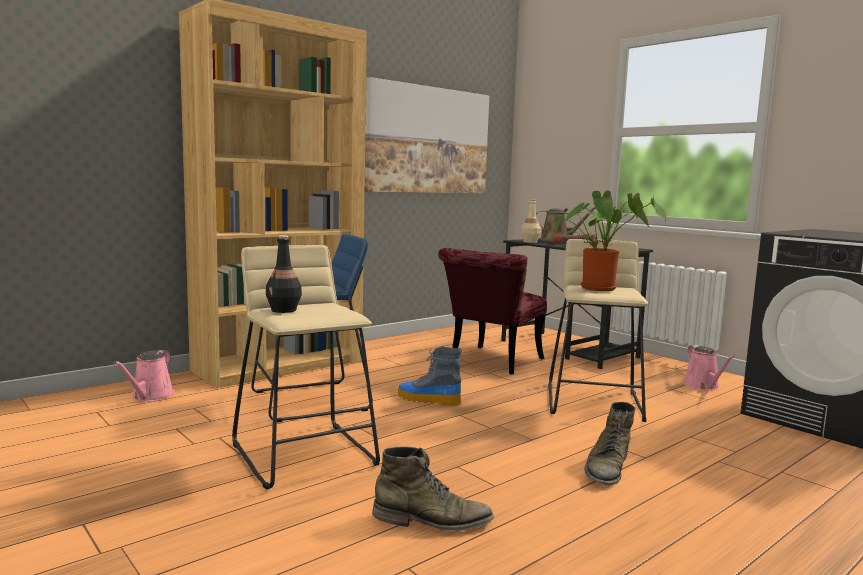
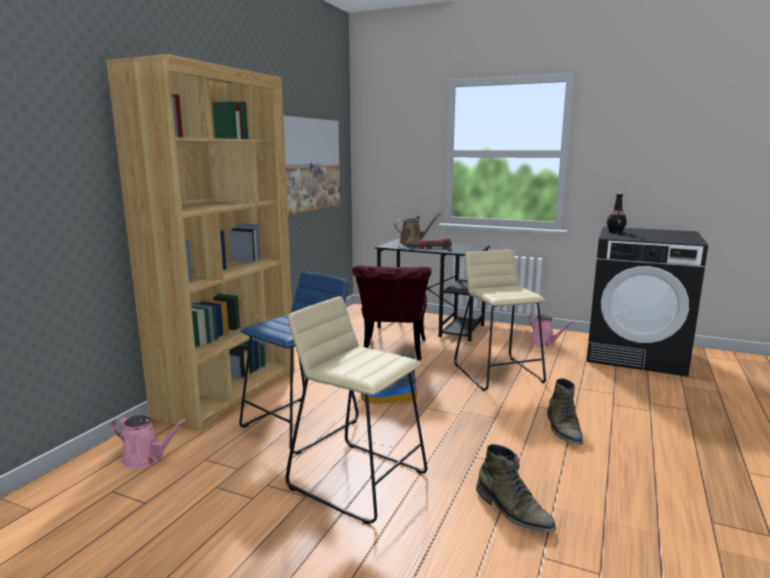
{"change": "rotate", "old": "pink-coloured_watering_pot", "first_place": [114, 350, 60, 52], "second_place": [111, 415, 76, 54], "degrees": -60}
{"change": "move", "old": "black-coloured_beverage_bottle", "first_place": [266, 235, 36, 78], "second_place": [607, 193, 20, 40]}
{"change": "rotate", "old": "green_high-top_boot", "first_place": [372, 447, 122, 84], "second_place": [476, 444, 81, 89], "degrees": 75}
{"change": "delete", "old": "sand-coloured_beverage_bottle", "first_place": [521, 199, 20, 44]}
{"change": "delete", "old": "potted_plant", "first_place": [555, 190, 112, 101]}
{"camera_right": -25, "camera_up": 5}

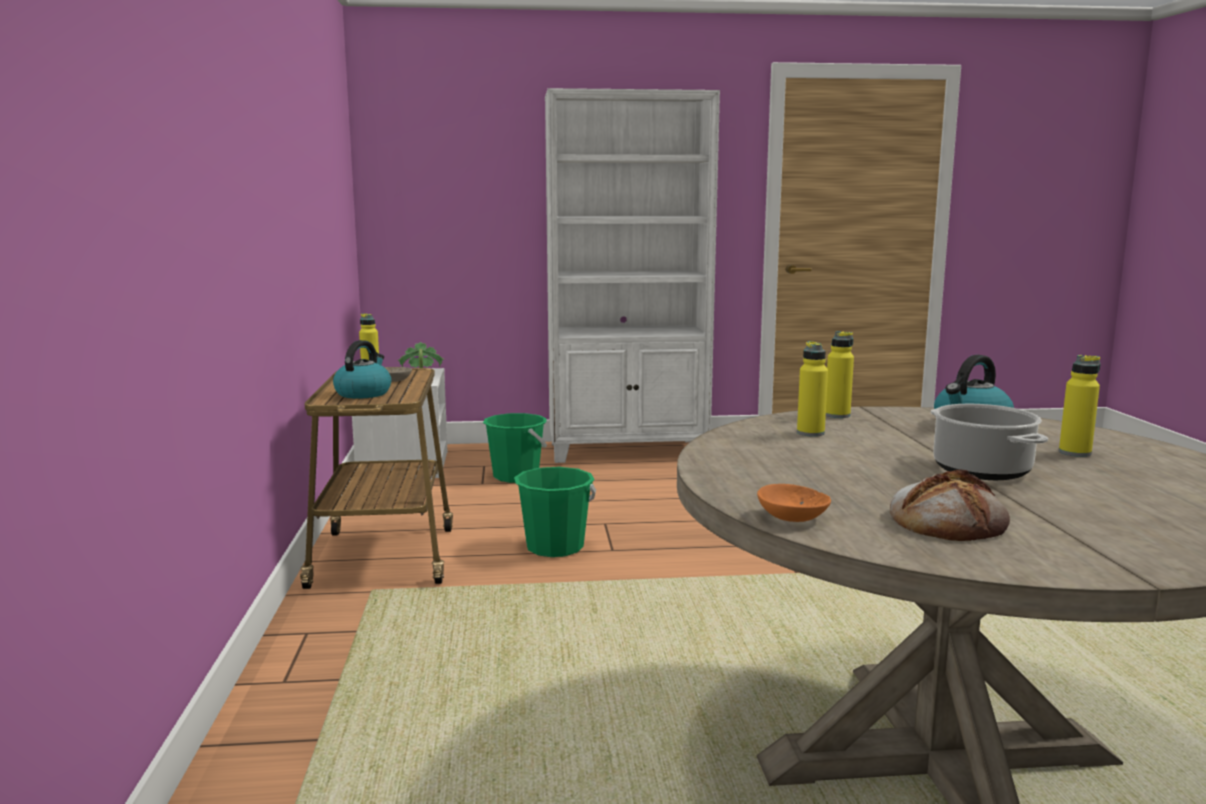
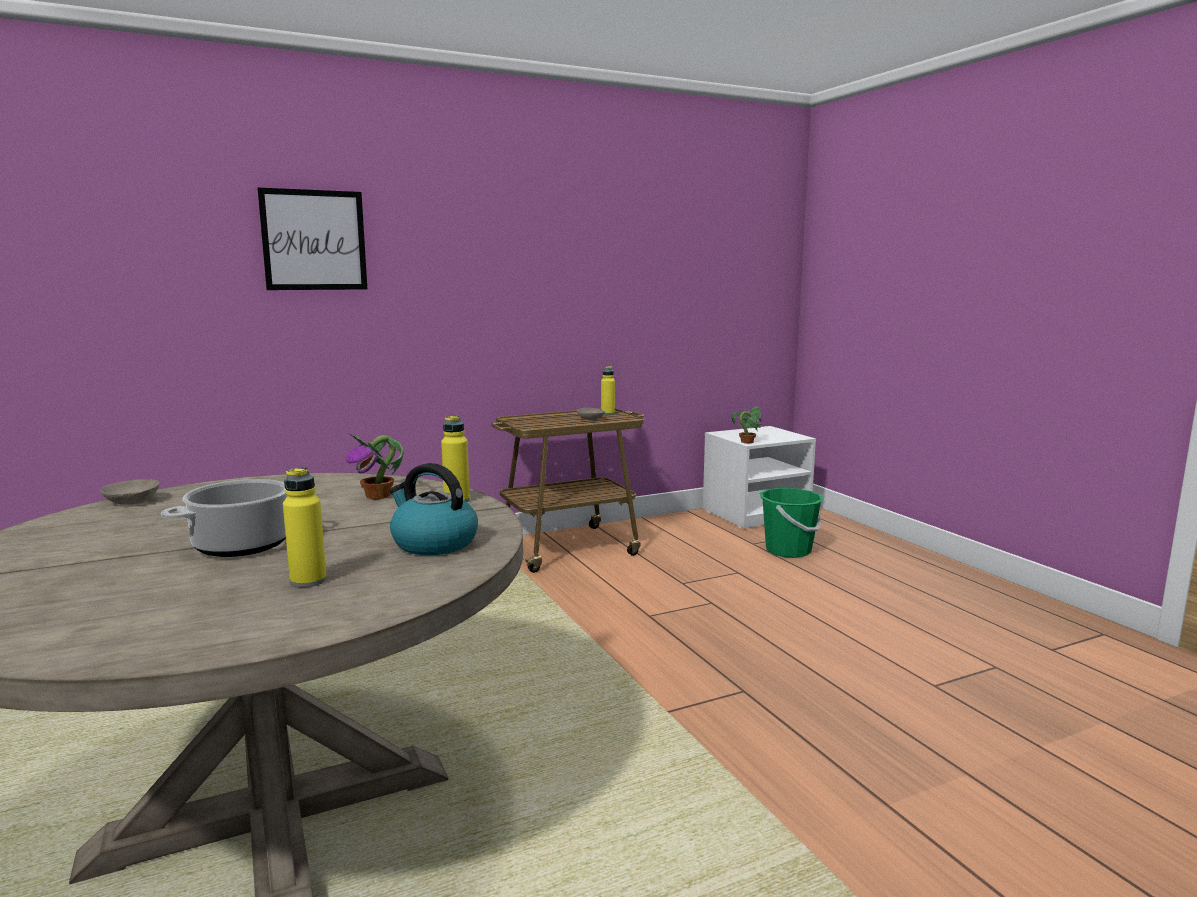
{"change": "delete", "old": "water_kettle", "first_place": [333, 340, 58, 59]}
{"change": "delete", "old": "green_pail", "first_place": [514, 467, 82, 90]}
{"change": "delete", "old": "white_bookcase", "first_place": [545, 88, 175, 375]}
{"change": "recolor", "old": "orangey_serving_bowl", "new": "sand-coloured_serving_bowl", "first_place": [757, 484, 74, 38], "second_place": [101, 479, 59, 25]}
{"change": "replace", "old": "yellowish_beverage_bottle", "new": "potted_plant", "first_place": [797, 341, 31, 96], "second_place": [346, 433, 58, 66]}
{"change": "delete", "old": "baked_bread", "first_place": [890, 469, 120, 72]}
{"change": "insert", "new": "wall_art", "second_place": [257, 188, 110, 102]}
{"camera_right": 70, "camera_up": 0}

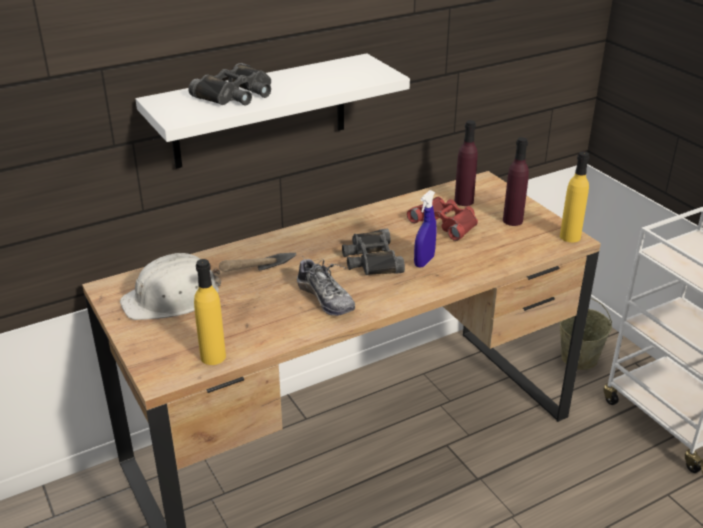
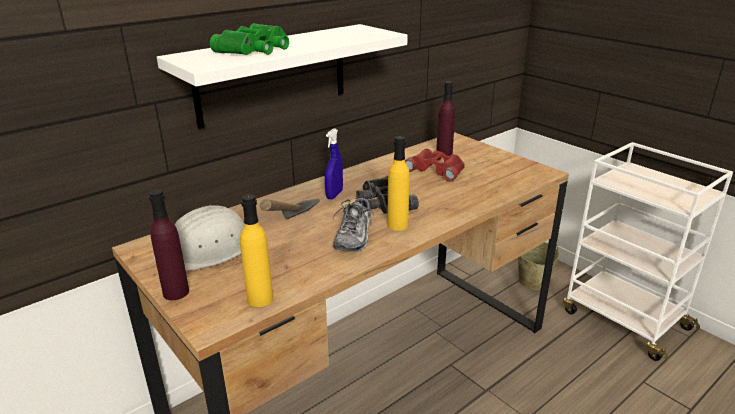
{"change": "recolor", "old": "black-coloured_binoculars", "new": "green_binoculars", "first_place": [188, 63, 83, 43], "second_place": [210, 23, 79, 32]}
{"change": "rotate", "old": "item_of_footwear", "first_place": [297, 257, 58, 59], "second_place": [333, 196, 41, 56], "degrees": 60}
{"change": "move", "old": "blue-coloured_sprayer", "first_place": [414, 190, 23, 78], "second_place": [325, 128, 18, 71]}
{"change": "move", "old": "purple-coloured_beverage_bottle", "first_place": [503, 137, 26, 89], "second_place": [149, 189, 40, 111]}
{"change": "move", "old": "yellowish_beverage_bottle", "first_place": [560, 151, 30, 91], "second_place": [387, 136, 23, 95]}
{"camera_right": -10, "camera_up": -5}

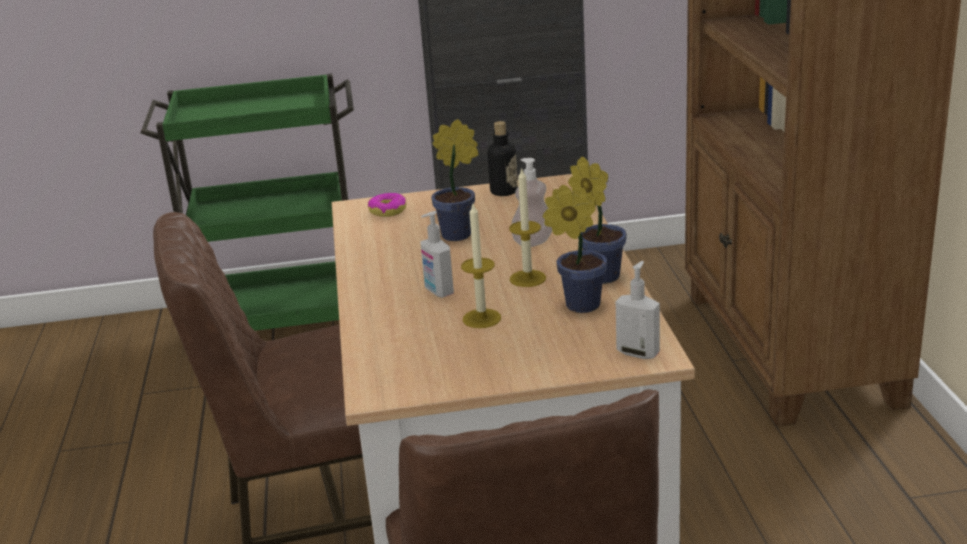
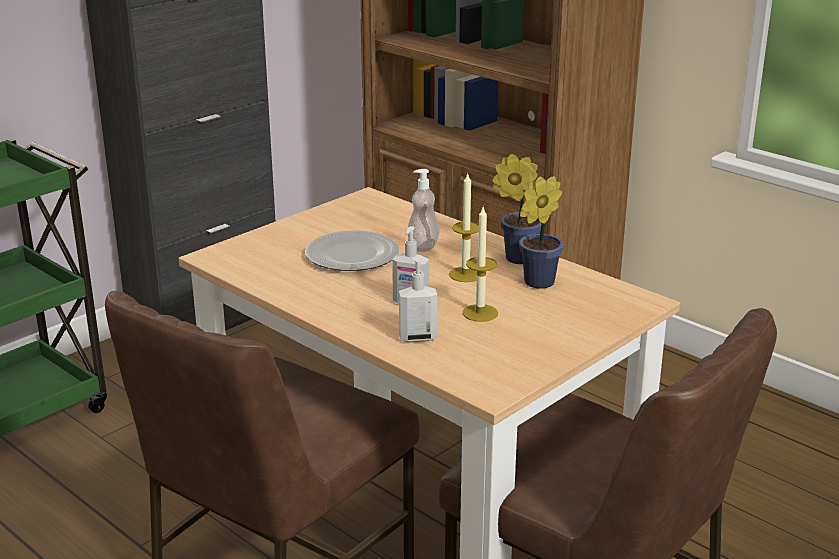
{"change": "delete", "old": "ring_doughnut", "first_place": [368, 193, 38, 24]}
{"change": "replace", "old": "potted_plant", "new": "dinner_plate", "first_place": [431, 119, 47, 122], "second_place": [305, 230, 94, 41]}
{"change": "delete", "old": "beverage_bottle", "first_place": [487, 121, 31, 75]}
{"change": "move", "old": "soap_bottle", "first_place": [616, 261, 44, 98], "second_place": [399, 255, 38, 88]}
{"camera_right": -40, "camera_up": 0}

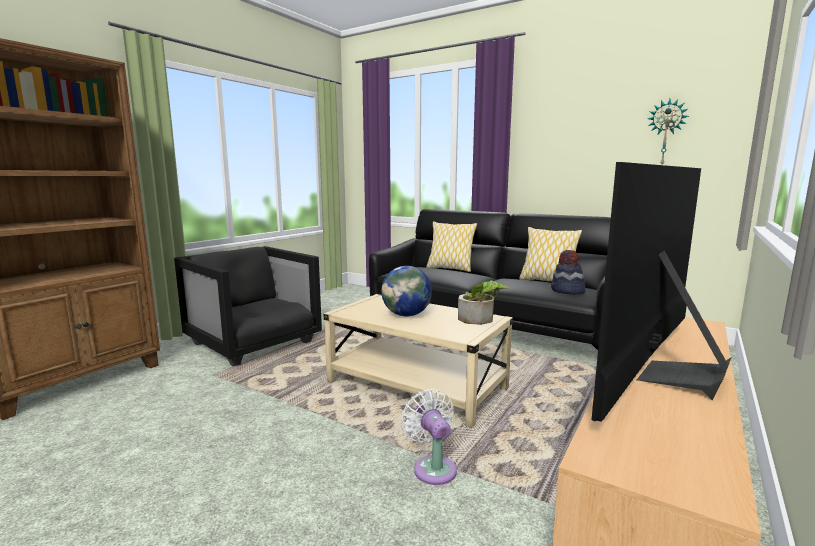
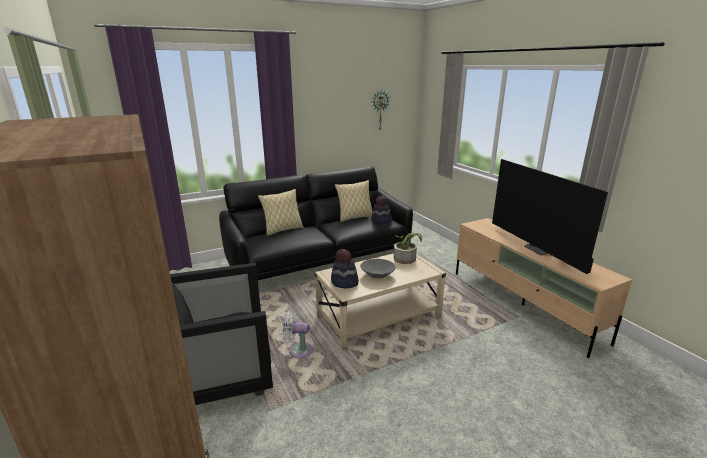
{"change": "replace", "old": "world_globe", "new": "greyish_serving_bowl", "first_place": [381, 266, 51, 50], "second_place": [360, 259, 36, 20]}
{"change": "move", "old": "white_fan", "first_place": [401, 389, 56, 96], "second_place": [281, 311, 32, 47]}
{"change": "insert", "new": "wearable_hat", "second_place": [331, 249, 28, 39]}
{"camera_right": -60, "camera_up": 10}

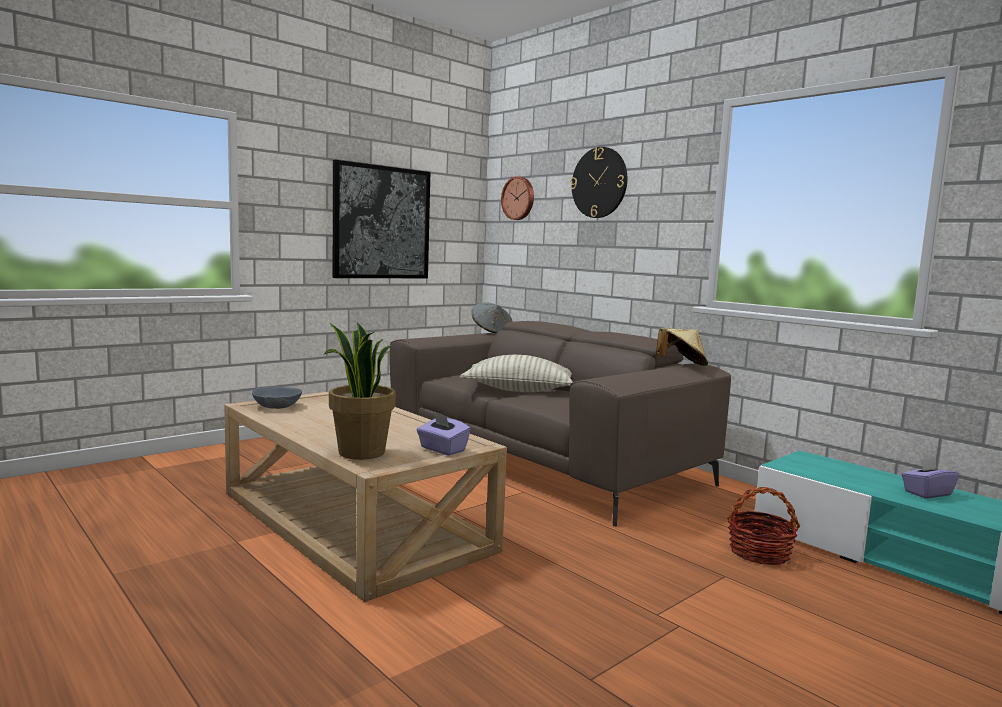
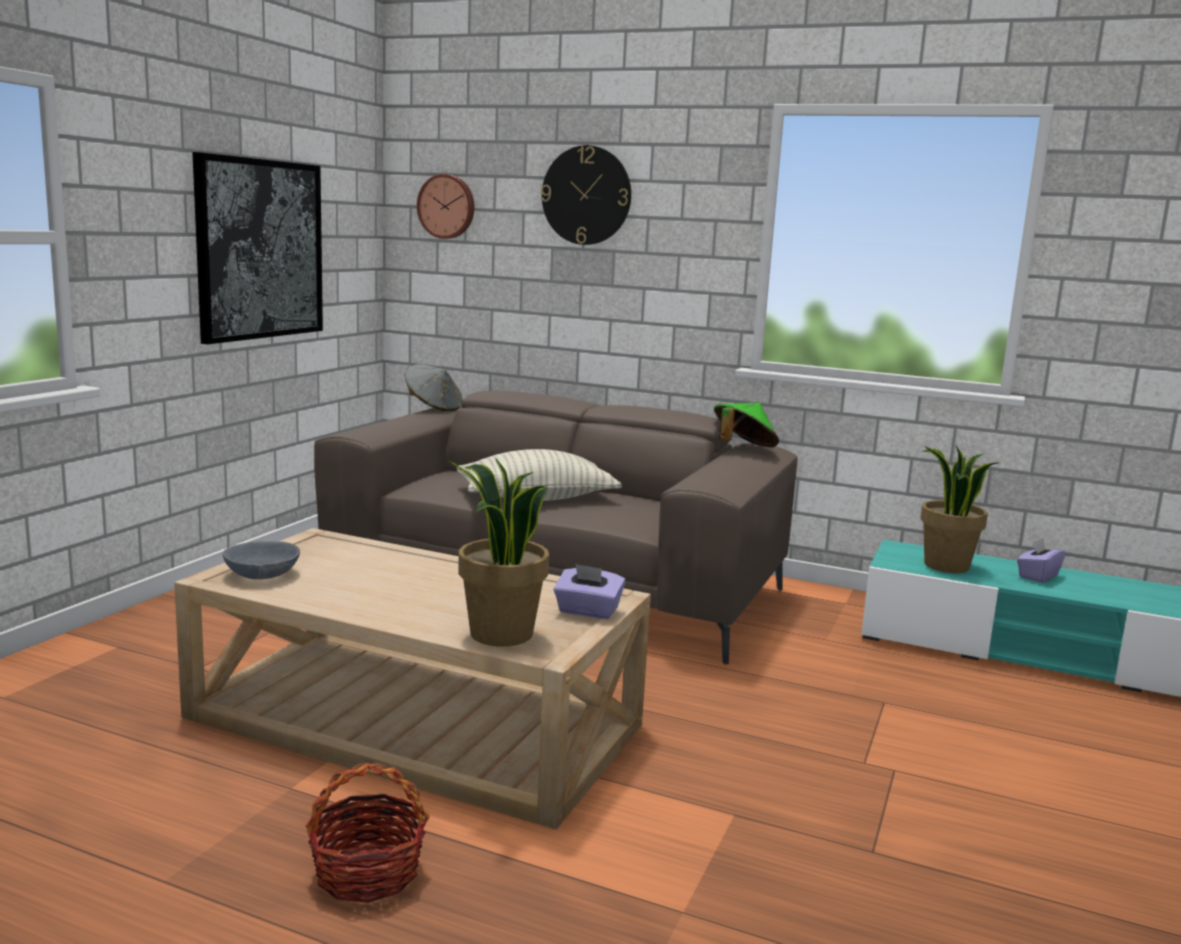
{"change": "recolor", "old": "sand-coloured_wearable_hat", "new": "green_wearable_hat", "first_place": [656, 328, 52, 38], "second_place": [714, 403, 65, 44]}
{"change": "move", "old": "storage_basket", "first_place": [727, 487, 73, 78], "second_place": [305, 763, 125, 140]}
{"change": "insert", "new": "potted_plant", "second_place": [920, 444, 80, 129]}
{"camera_right": -25, "camera_up": 5}

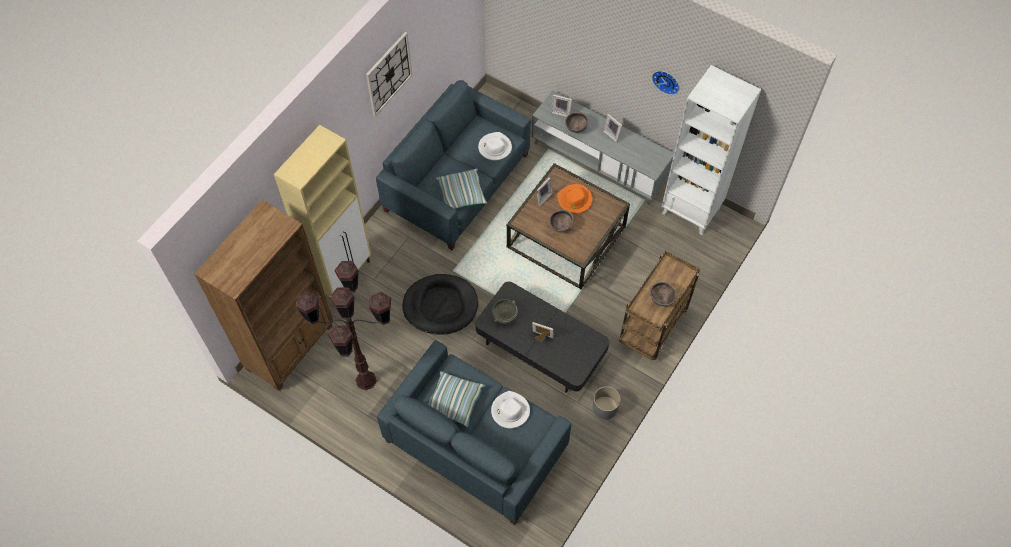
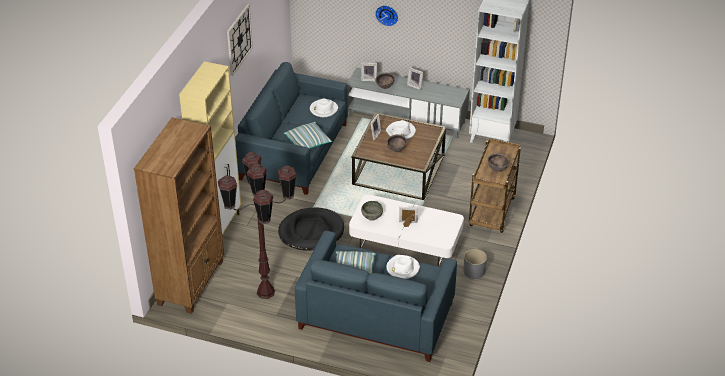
{"change": "recolor", "old": "black-coloured_low_table", "new": "white_low_table", "first_place": [475, 282, 134, 111], "second_place": [349, 194, 115, 72]}
{"change": "recolor", "old": "orangey_wearable_hat", "new": "white_wearable_hat", "first_place": [557, 184, 35, 30], "second_place": [386, 120, 30, 19]}
{"change": "move", "old": "hanging_clock", "first_place": [652, 71, 27, 24], "second_place": [375, 5, 23, 21]}
{"camera_right": -15, "camera_up": -20}

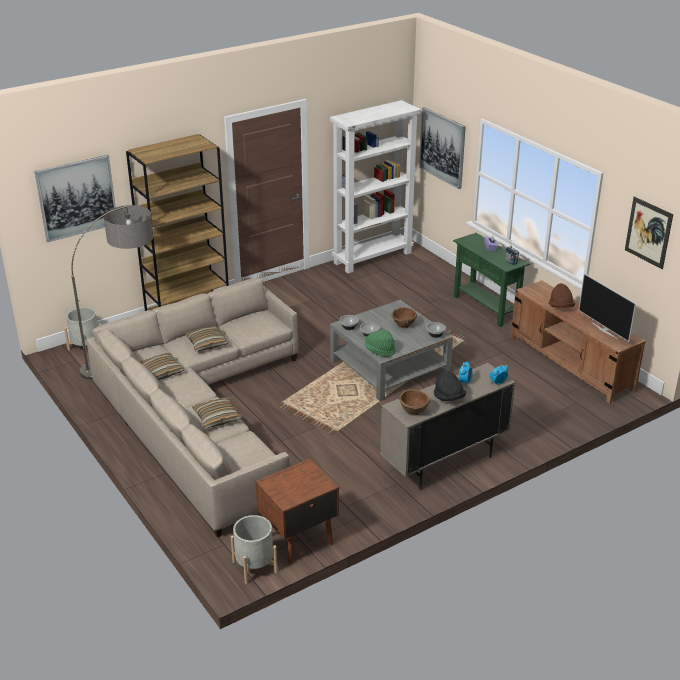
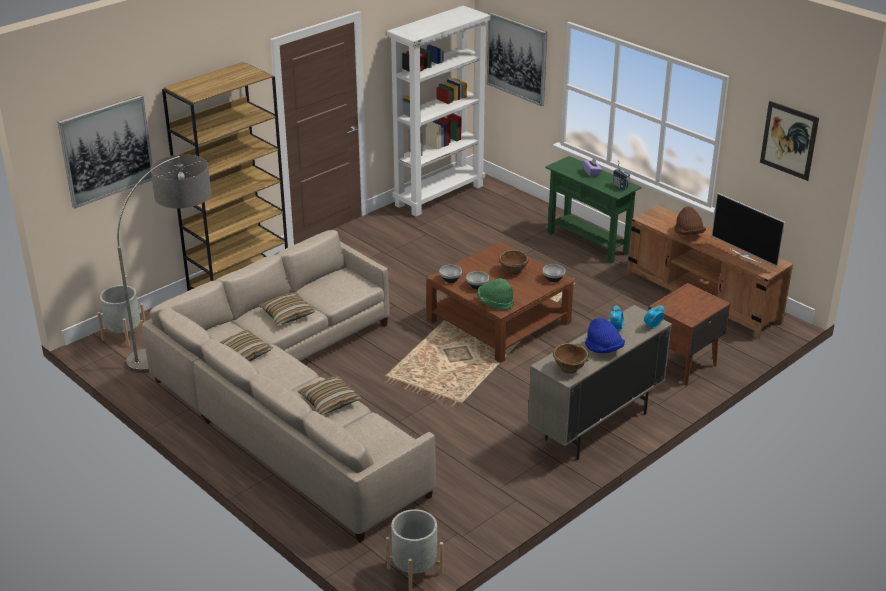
{"change": "move", "old": "brown-coloured_night_table", "first_place": [255, 459, 84, 106], "second_place": [648, 283, 83, 103]}
{"change": "recolor", "old": "greyish_low_table", "new": "brown-coloured_low_table", "first_place": [330, 300, 123, 101], "second_place": [427, 242, 147, 121]}
{"change": "recolor", "old": "black-coloured_wearable_hat", "new": "blue-coloured_wearable_hat", "first_place": [434, 371, 32, 30], "second_place": [585, 318, 40, 35]}
{"camera_right": -10, "camera_up": 0}

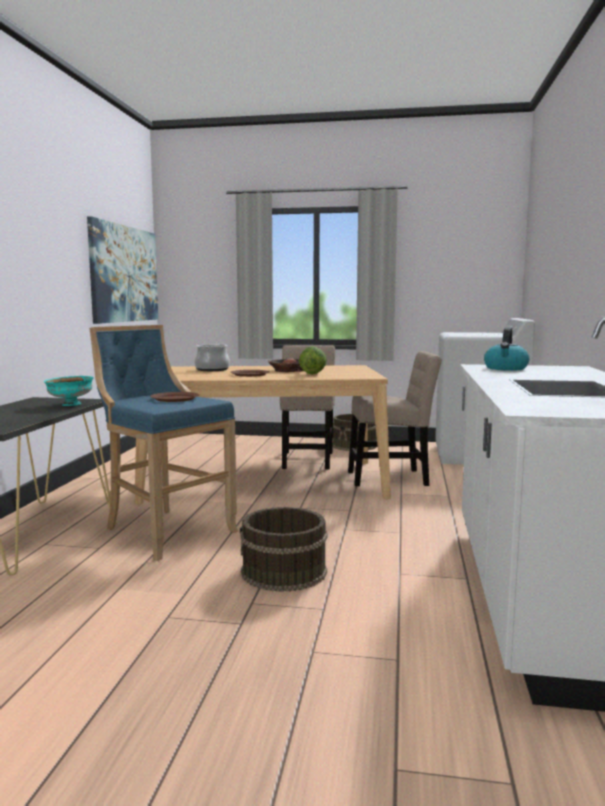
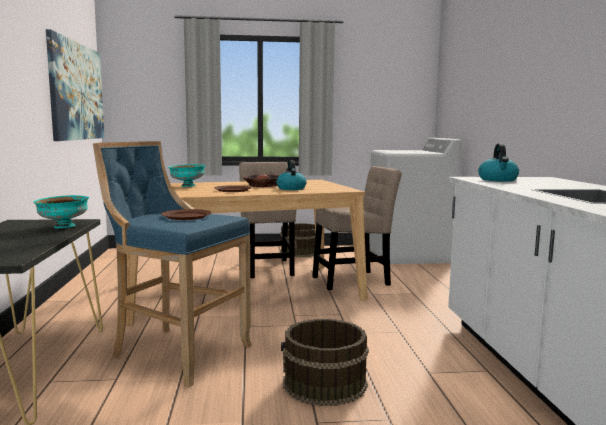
{"change": "replace", "old": "cooking_pot", "new": "blue-green_serving_bowl", "first_place": [194, 344, 36, 27], "second_place": [168, 164, 38, 23]}
{"change": "replace", "old": "lettuce_head", "new": "water_kettle", "first_place": [299, 346, 28, 29], "second_place": [276, 160, 30, 30]}
{"camera_right": -15, "camera_up": 0}

